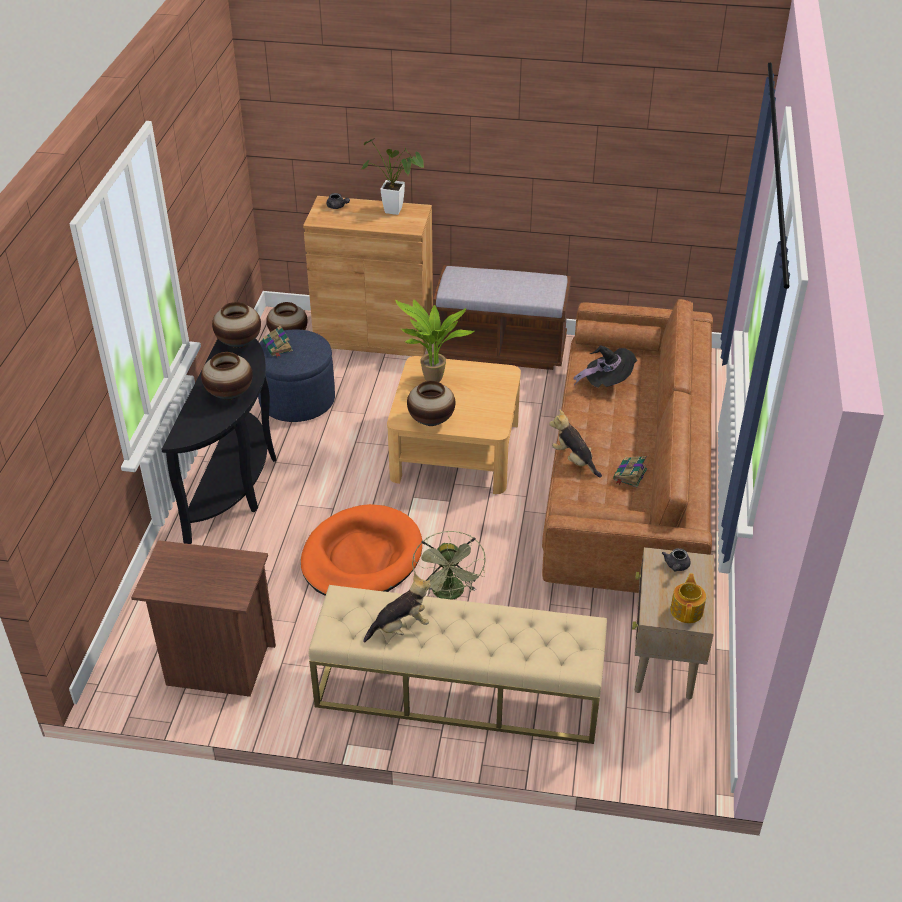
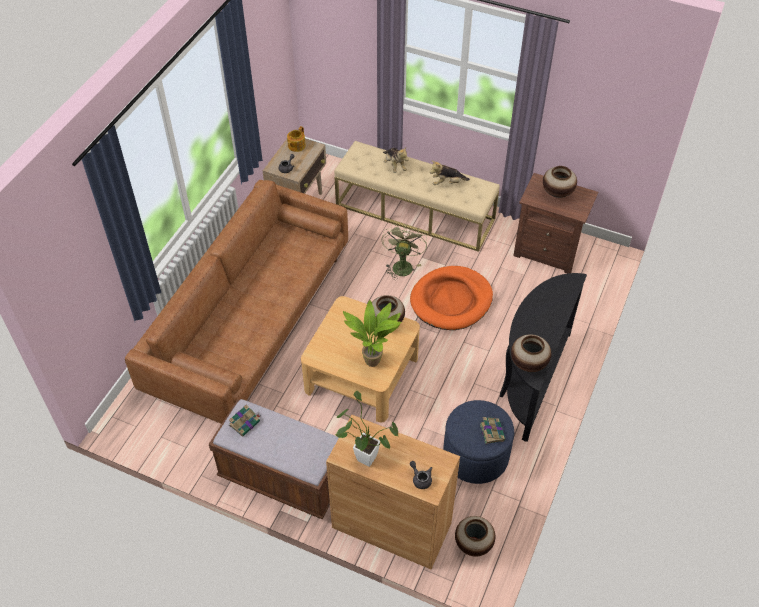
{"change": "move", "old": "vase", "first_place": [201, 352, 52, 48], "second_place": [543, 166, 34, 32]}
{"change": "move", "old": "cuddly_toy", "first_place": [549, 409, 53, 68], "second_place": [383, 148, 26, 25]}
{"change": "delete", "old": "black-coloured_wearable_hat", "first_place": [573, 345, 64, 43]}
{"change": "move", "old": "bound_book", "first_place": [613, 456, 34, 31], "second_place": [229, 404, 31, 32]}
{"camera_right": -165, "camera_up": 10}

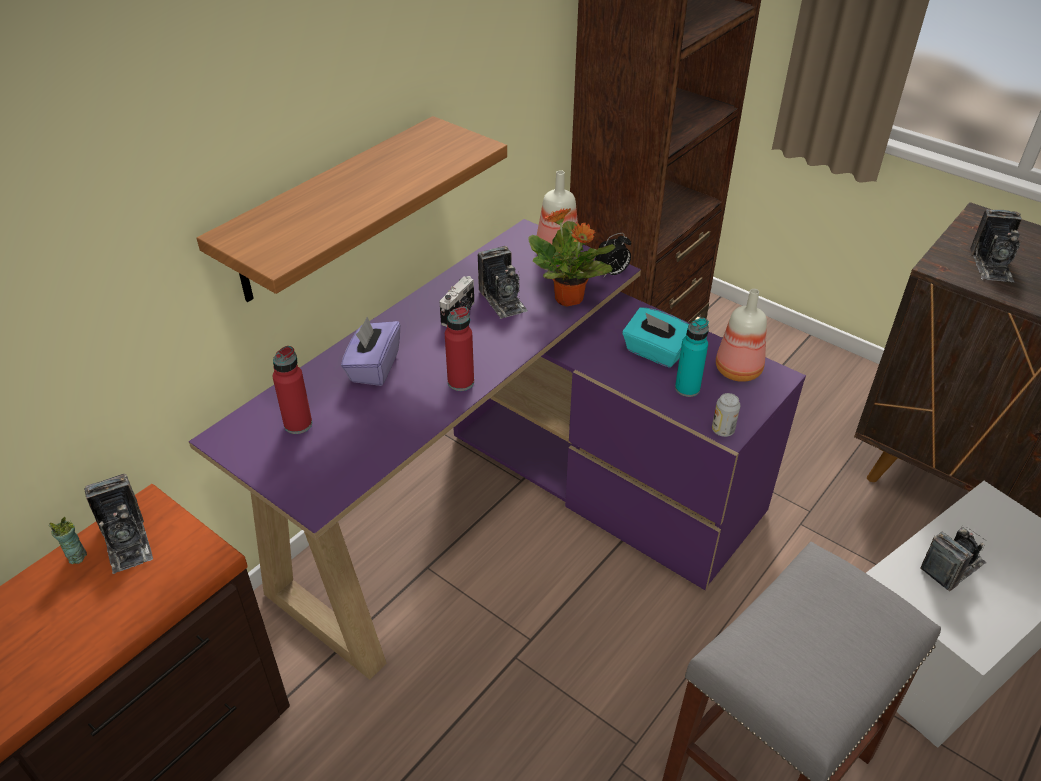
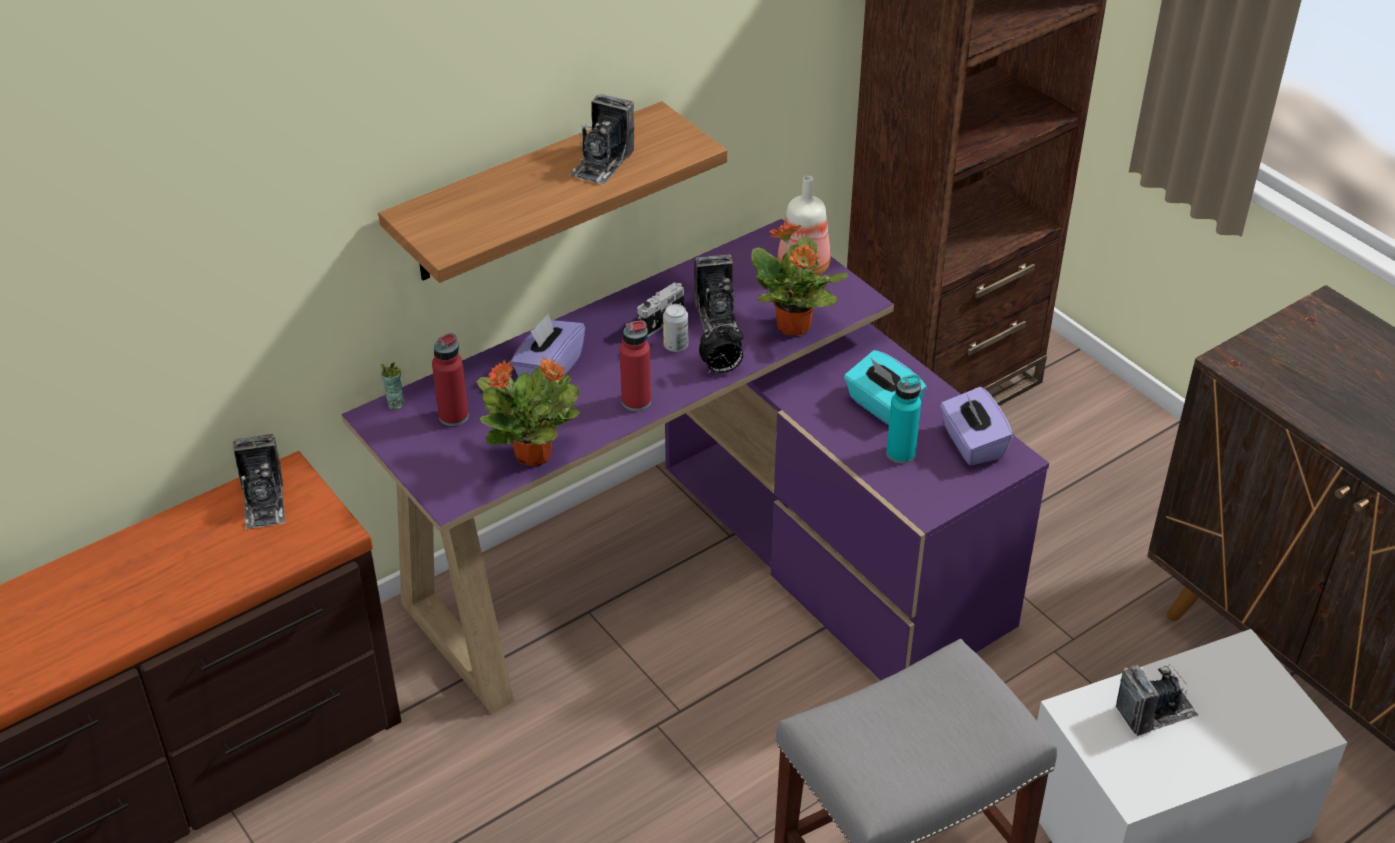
{"change": "move", "old": "drinking_cup", "first_place": [48, 517, 39, 47], "second_place": [380, 362, 25, 48]}
{"change": "move", "old": "table_clock", "first_place": [595, 233, 36, 44], "second_place": [699, 324, 45, 50]}
{"change": "move", "old": "sealed_can", "first_place": [712, 393, 28, 44], "second_place": [663, 304, 25, 48]}
{"change": "replace", "old": "beverage_bottle", "new": "purple-coloured_tissue_holder", "first_place": [716, 289, 51, 93], "second_place": [940, 387, 73, 79]}
{"change": "move", "old": "still_camera", "first_place": [970, 209, 52, 73], "second_place": [569, 94, 65, 90]}
{"change": "insert", "new": "potted_plant", "second_place": [476, 358, 104, 108]}
{"camera_right": 15, "camera_up": 0}

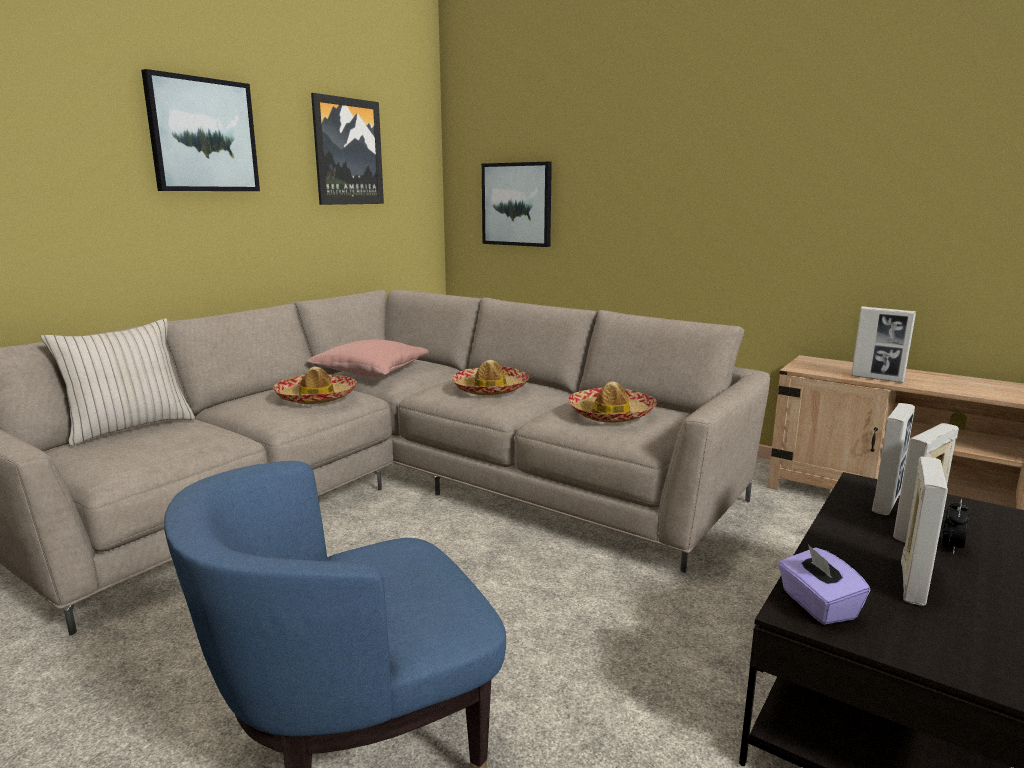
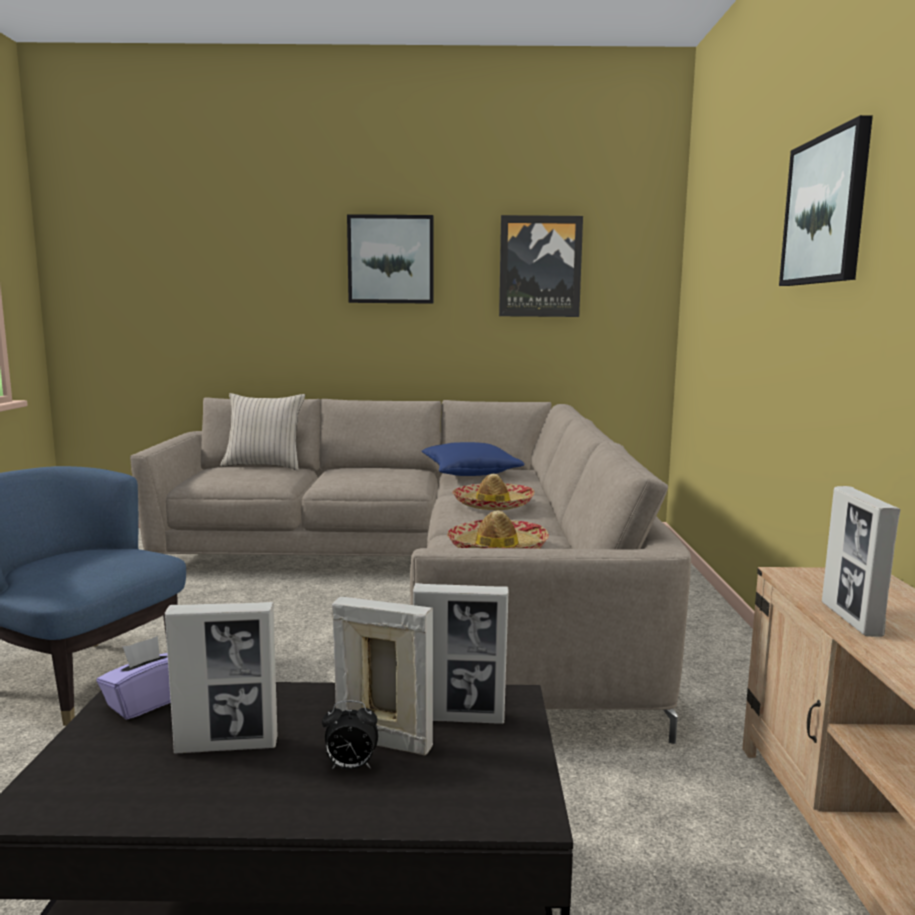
{"change": "delete", "old": "wearable_hat", "first_place": [273, 367, 84, 37]}
{"change": "recolor", "old": "pink-coloured_throw_pillow", "new": "blue-coloured_throw_pillow", "first_place": [307, 339, 122, 38], "second_place": [422, 442, 103, 34]}
{"change": "move", "old": "wall_art", "first_place": [482, 162, 70, 85], "second_place": [779, 115, 94, 171]}
{"camera_right": 55, "camera_up": -5}

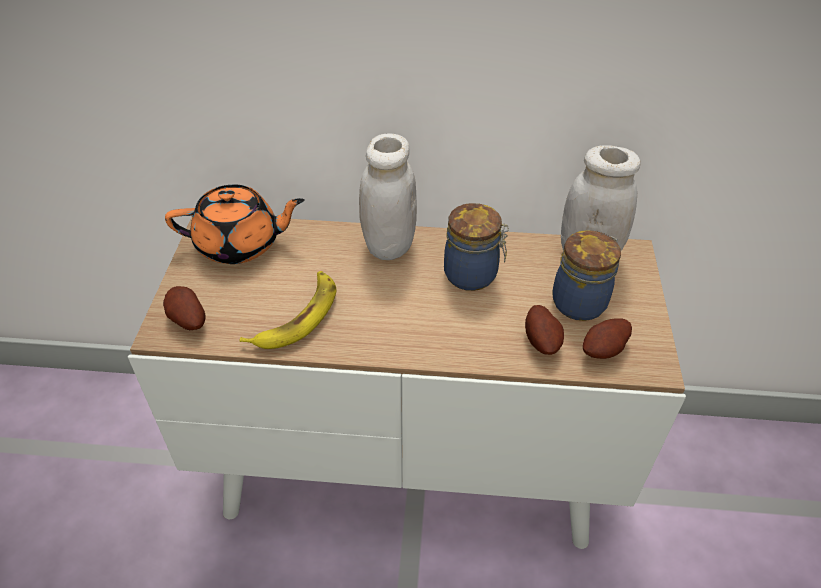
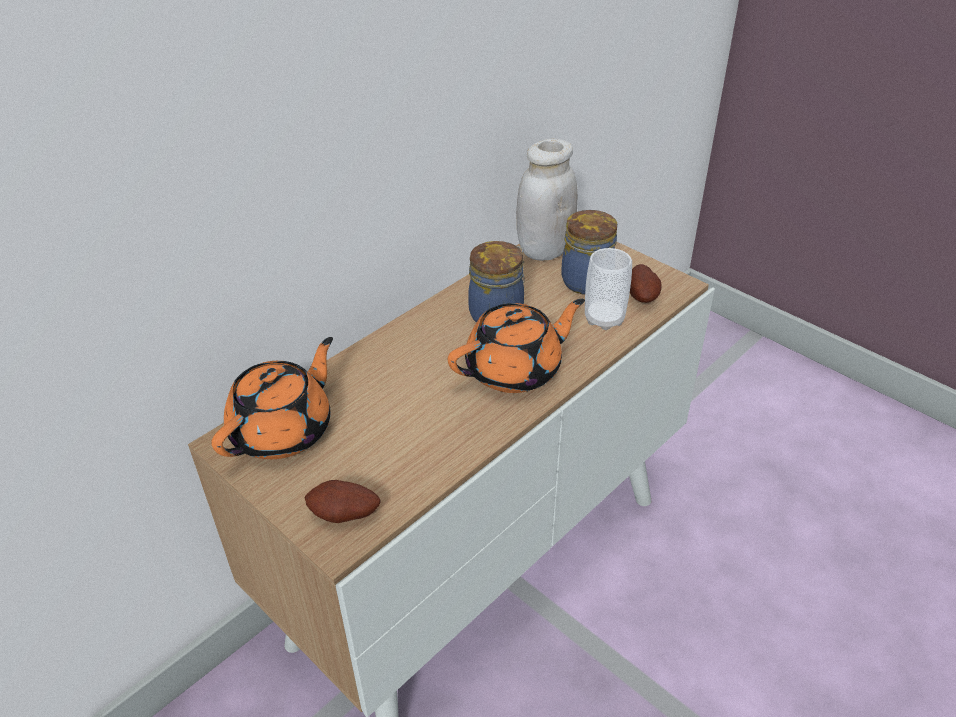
{"change": "delete", "old": "banana_fruit", "first_place": [240, 271, 97, 78]}
{"change": "delete", "old": "white_jar", "first_place": [359, 133, 58, 127]}
{"change": "replace", "old": "whole_potato", "new": "drinking_cup", "first_place": [525, 305, 39, 50], "second_place": [585, 248, 47, 82]}
{"change": "insert", "new": "orangey_tea_pot", "second_place": [448, 299, 137, 94]}
{"camera_right": -50, "camera_up": -5}

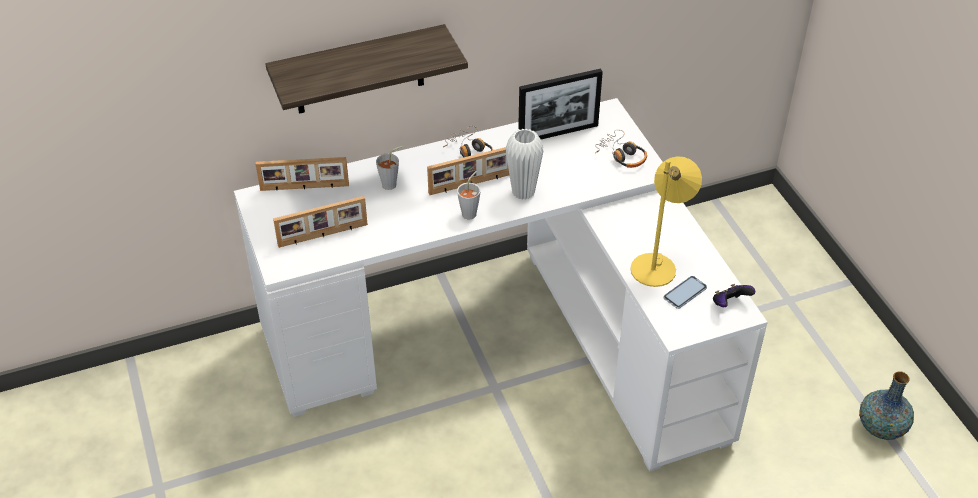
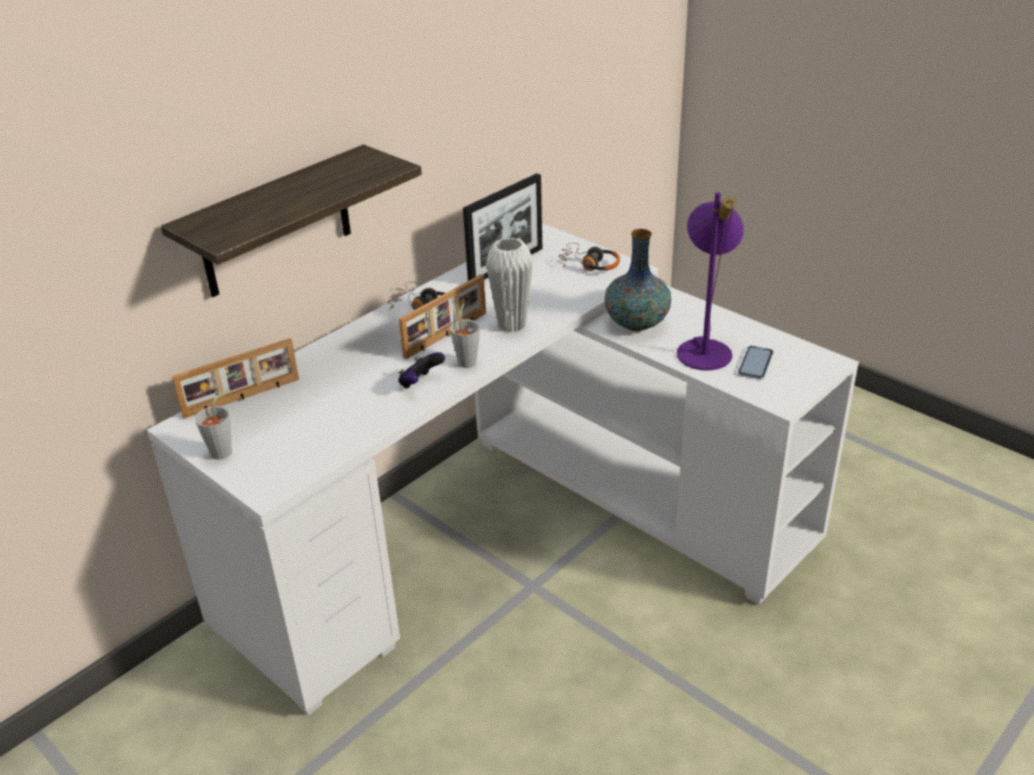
{"change": "delete", "old": "standing_frame", "first_place": [273, 196, 95, 52]}
{"change": "move", "old": "greyish_drinking_cup", "first_place": [376, 146, 27, 44], "second_place": [195, 389, 37, 71]}
{"change": "recolor", "old": "yellowish_lamp_for_a_table", "new": "purple-coloured_lamp_for_a_table", "first_place": [630, 156, 72, 131], "second_place": [677, 192, 66, 178]}
{"change": "move", "old": "gamepad", "first_place": [713, 284, 42, 23], "second_place": [398, 352, 47, 37]}
{"change": "move", "old": "vase", "first_place": [859, 371, 55, 69], "second_place": [604, 229, 67, 102]}
{"camera_right": -25, "camera_up": -10}

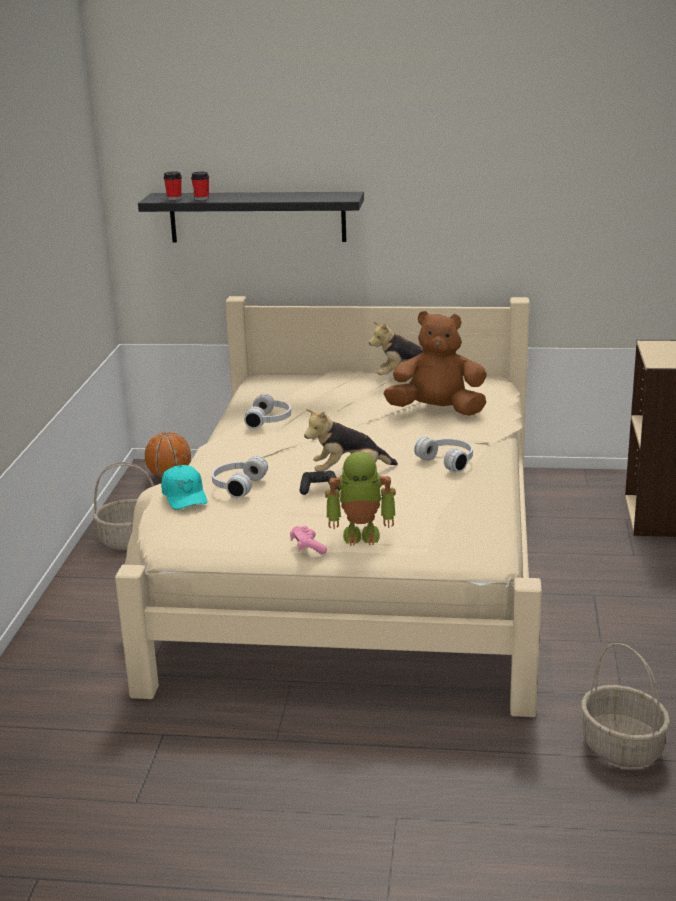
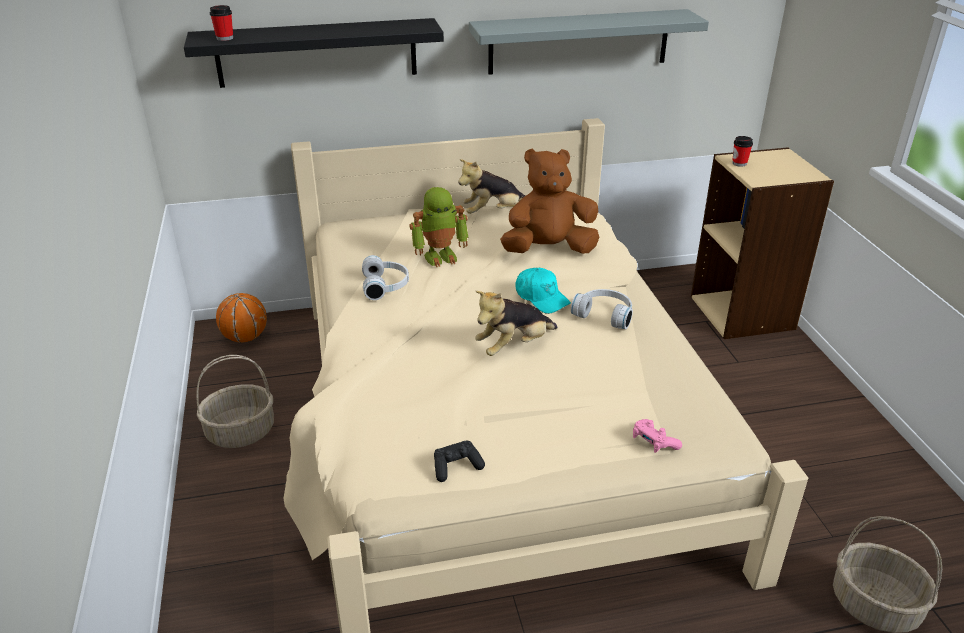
{"change": "move", "old": "blue-green_cap", "first_place": [161, 465, 46, 45], "second_place": [515, 268, 56, 46]}
{"change": "move", "old": "drinking_cup", "first_place": [191, 172, 18, 28], "second_place": [732, 136, 21, 31]}
{"change": "delete", "old": "white_headphones", "first_place": [212, 456, 56, 42]}
{"change": "move", "old": "pink-coloured_gamepad", "first_place": [290, 526, 37, 28], "second_place": [633, 419, 49, 34]}
{"change": "move", "old": "black-coloured_gamepad", "first_place": [300, 470, 40, 25], "second_place": [434, 441, 51, 41]}
{"change": "move", "old": "toy_robot", "first_place": [325, 451, 71, 95], "second_place": [409, 187, 59, 80]}
{"change": "insert", "new": "greyish_shelf", "second_place": [469, 9, 240, 66]}
{"camera_right": -20, "camera_up": 10}

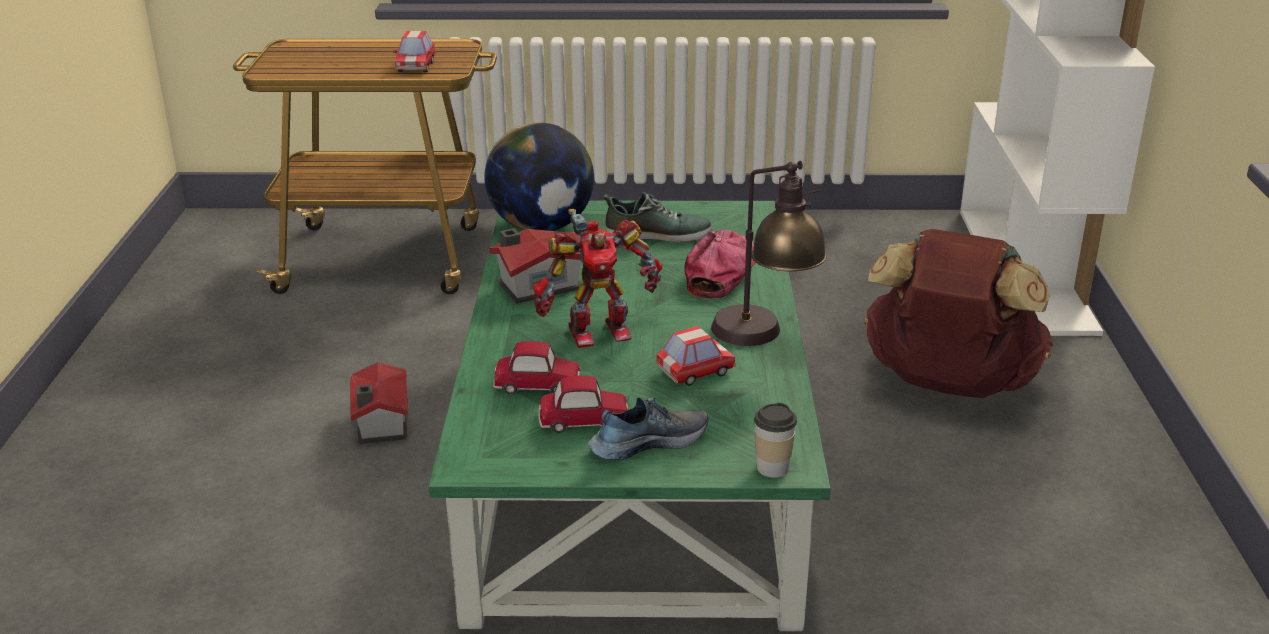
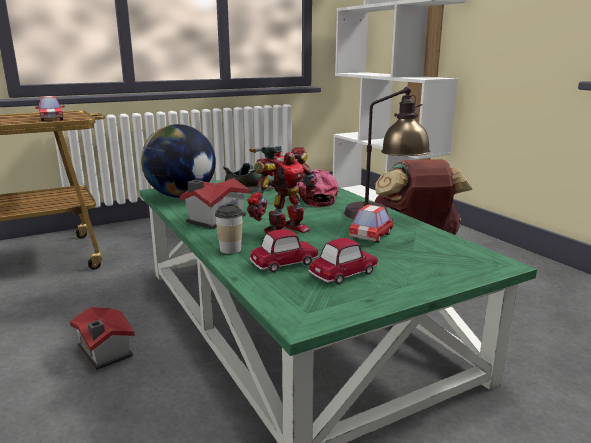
{"change": "delete", "old": "item_of_footwear", "first_place": [588, 397, 121, 63]}
{"change": "move", "old": "drinking_cup", "first_place": [754, 403, 43, 75], "second_place": [215, 204, 28, 50]}
{"camera_right": -30, "camera_up": -10}

